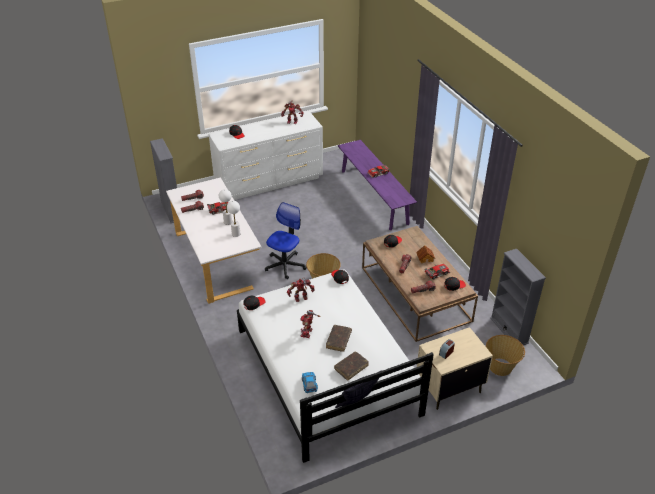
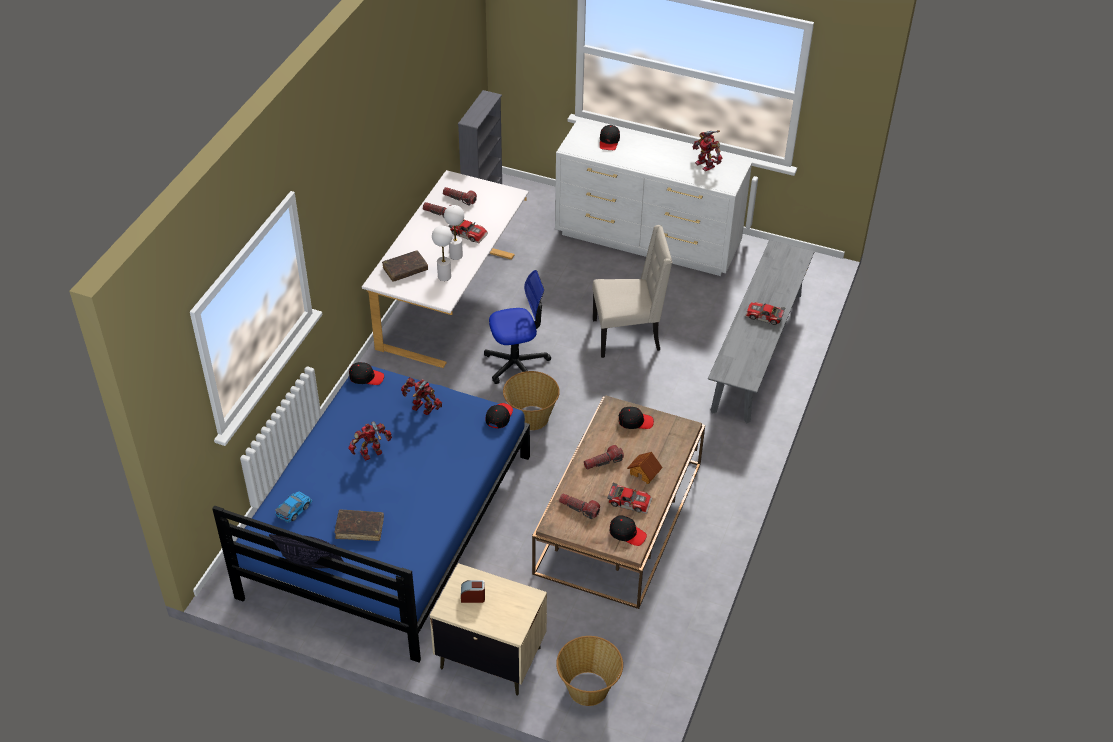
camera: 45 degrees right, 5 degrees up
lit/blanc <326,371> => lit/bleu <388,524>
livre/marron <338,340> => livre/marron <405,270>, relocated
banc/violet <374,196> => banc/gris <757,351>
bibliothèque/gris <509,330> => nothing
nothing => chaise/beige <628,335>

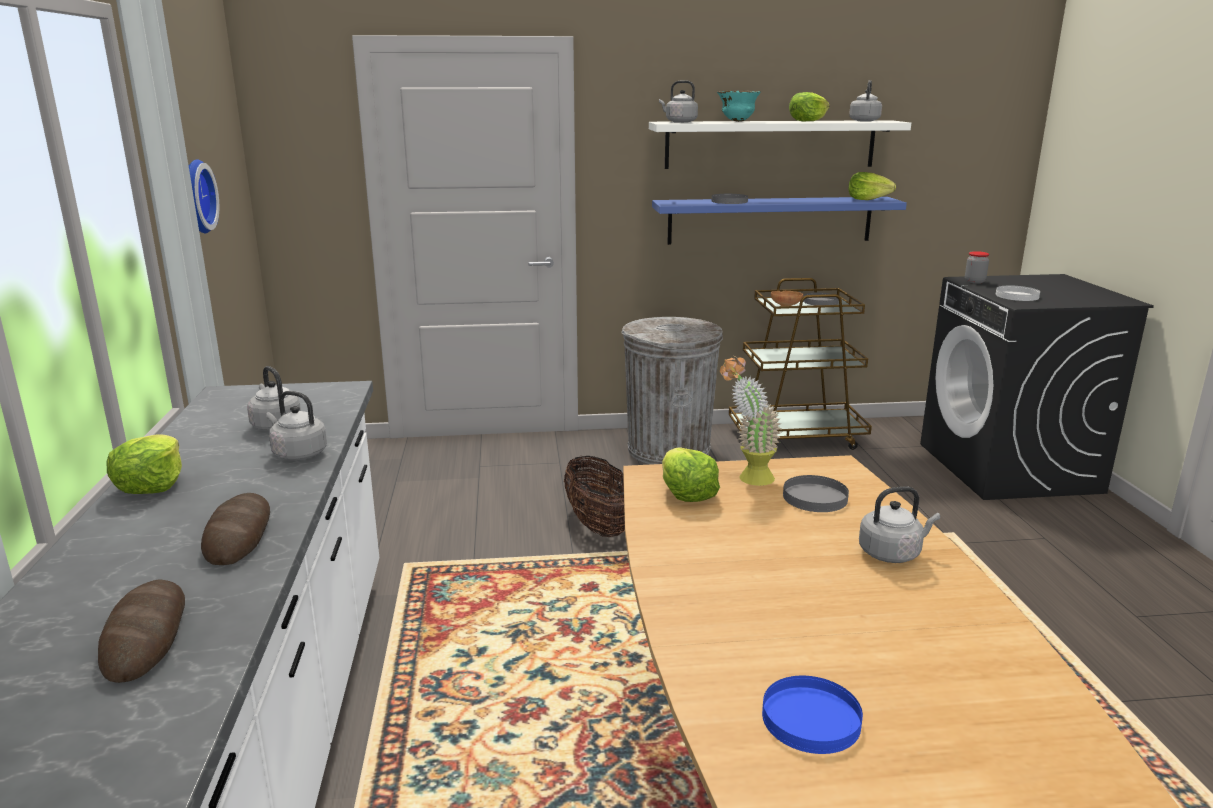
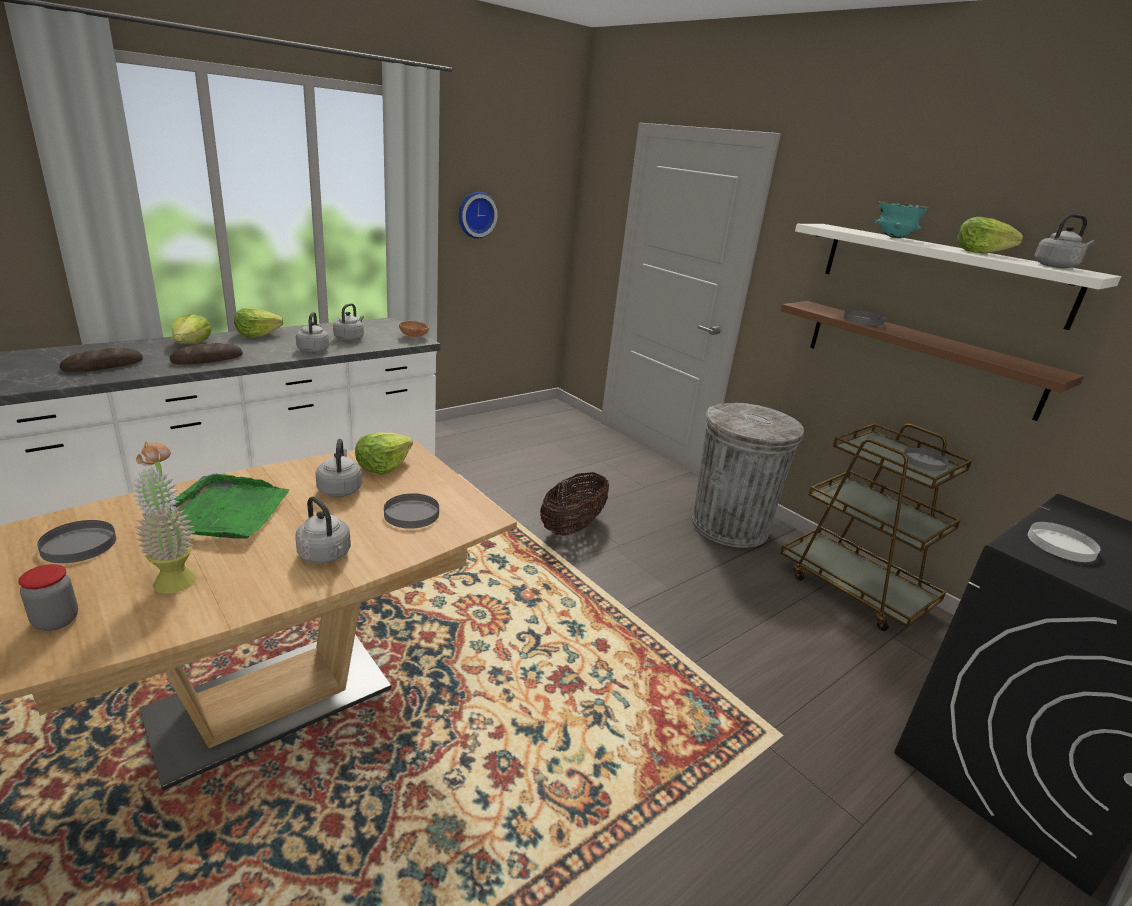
camera: 55 degrees right, 5 degrees up
étagère/bleu <770,220> => étagère/marron <918,356>
bouilloire/gris <679,122> => bouilloire/gris <340,489>, relocated
plante en pot <747,478> => plante en pot <174,576>, relocated
assiette/bleu <810,719> => assiette/gris <78,544>
bol/marron <786,306> => bol/marron <414,337>, relocated
laitue <868,199> => laitue <192,344>, relocated
bocal <974,281> => bocal <56,621>, relocated
nothing => plateau/vert <225,512>

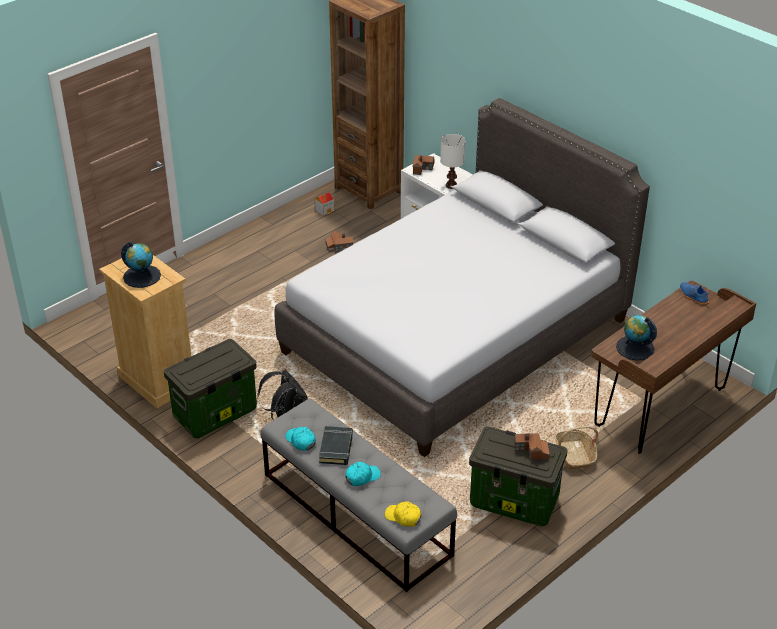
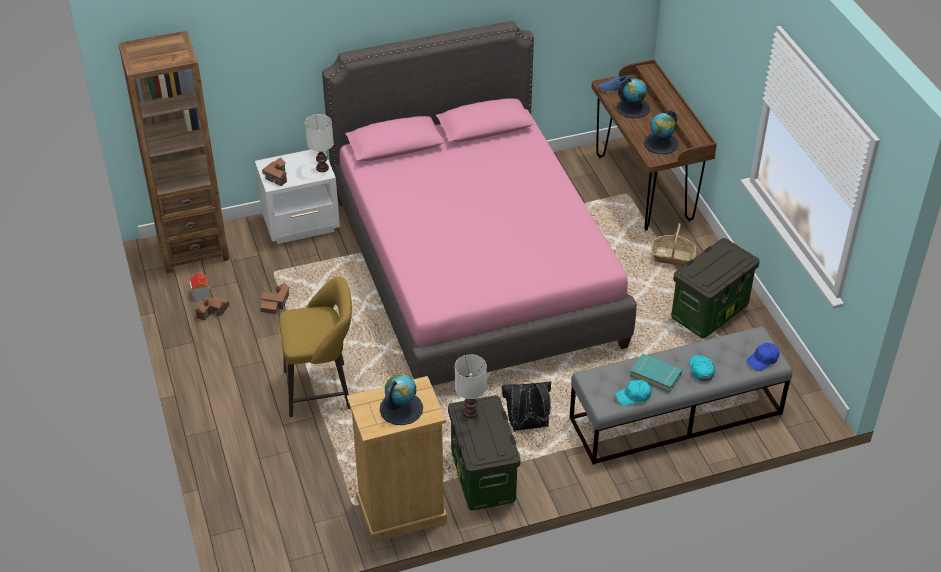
camera: 65 degrees left, 5 degrees up
lit/gris <455,335> => lit/rose <474,271>
livre/noir <336,448> => livre/turquoise <655,375>
casquette/jaune <403,517> => casquette/bleu <763,360>
maison miniature <531,451> => maison miniature <212,311>, relocated
nothing => tabouret/jaune <322,389>
nothing => lampe de table/blanc <470,413>
nothing => globe <633,108>

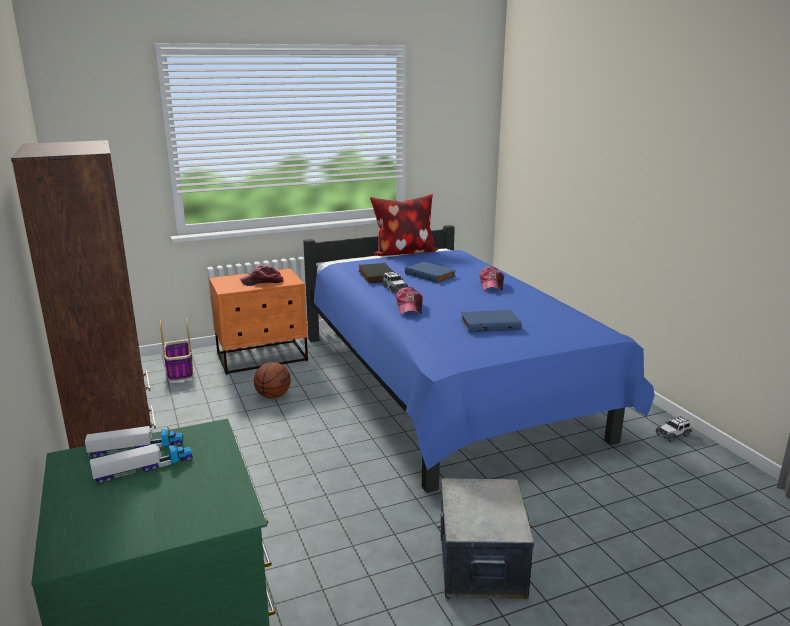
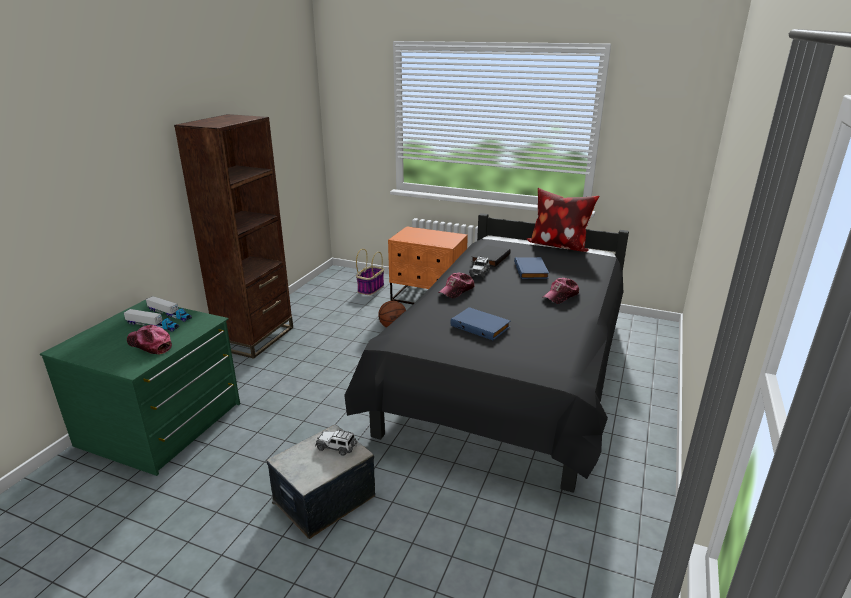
camera: 45 degrees right, 5 degrees up
casquette <262,282> => casquette <150,345>, relocated
lit/bleu <446,389> => lit/noir <509,375>
petite voiture <673,435> => petite voiture <336,447>, relocated

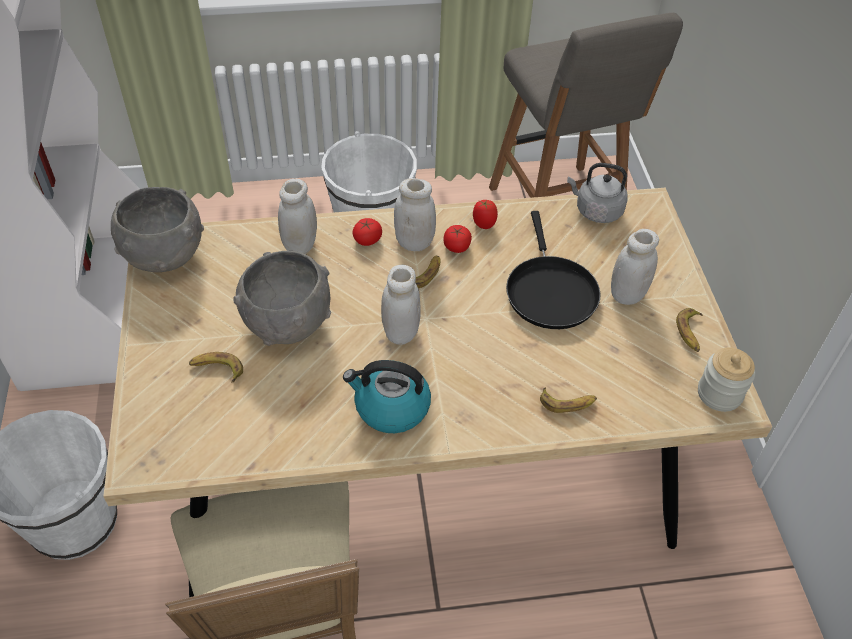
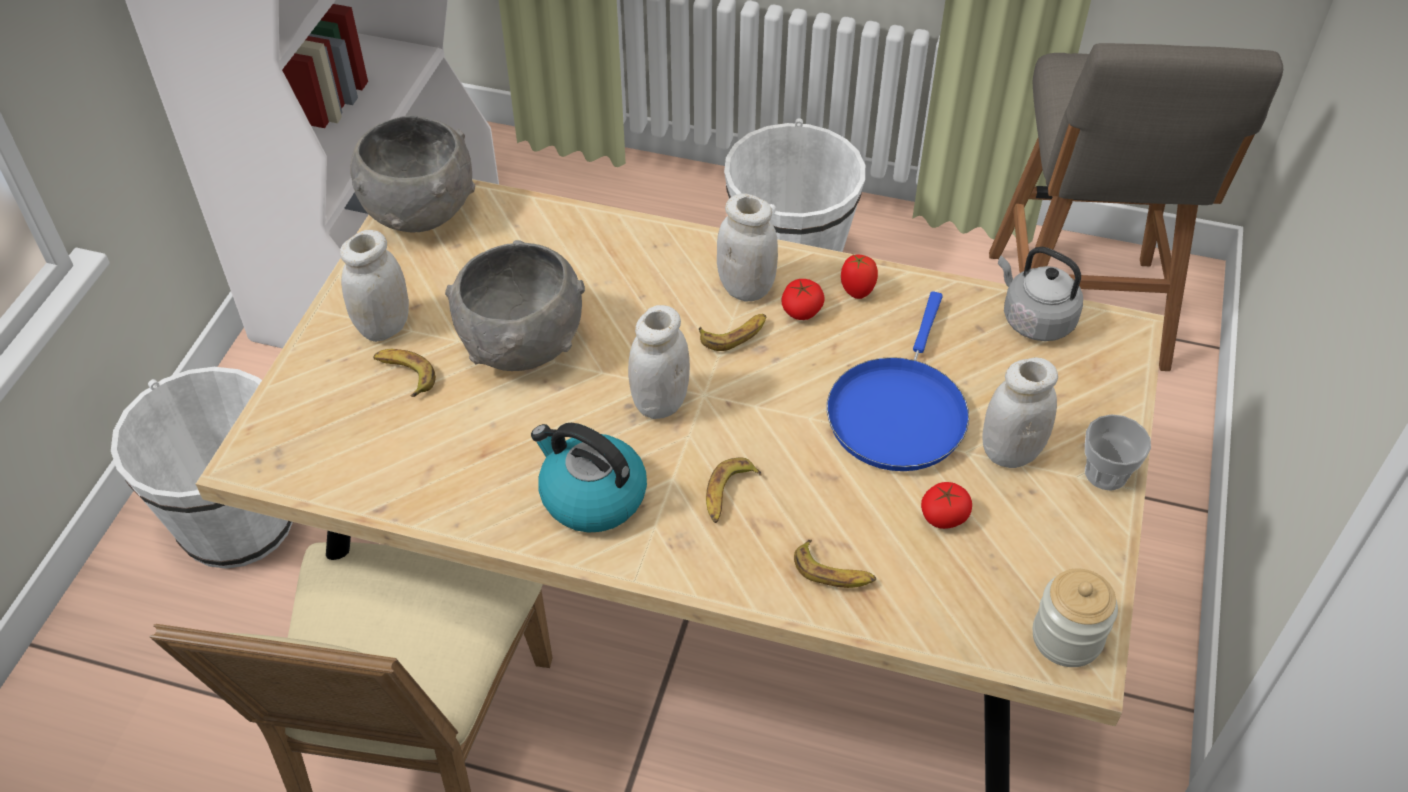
camera: 25 degrees right, 0 degrees up
bocal/blanc <300,245> => bocal/blanc <384,326>, relocated
tomate <367,239> => tomate <943,516>, relocated
poêle/noir <550,291> => poêle/bleu <898,411>
banane <690,333> => banane <728,494>, relocated
nothing => tasse <1106,473>

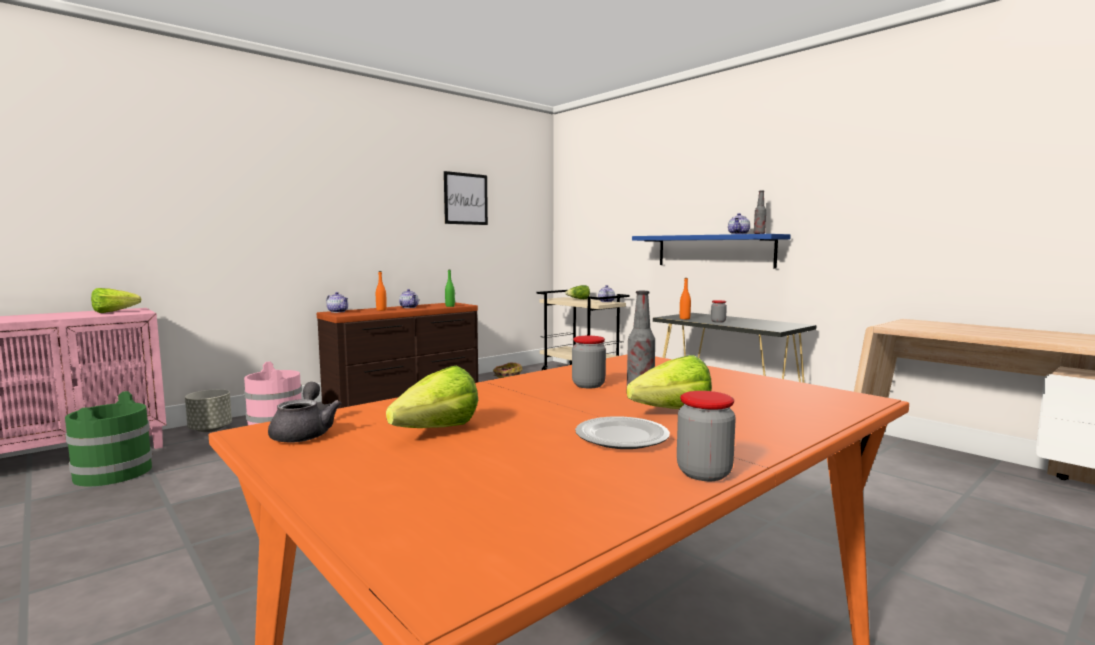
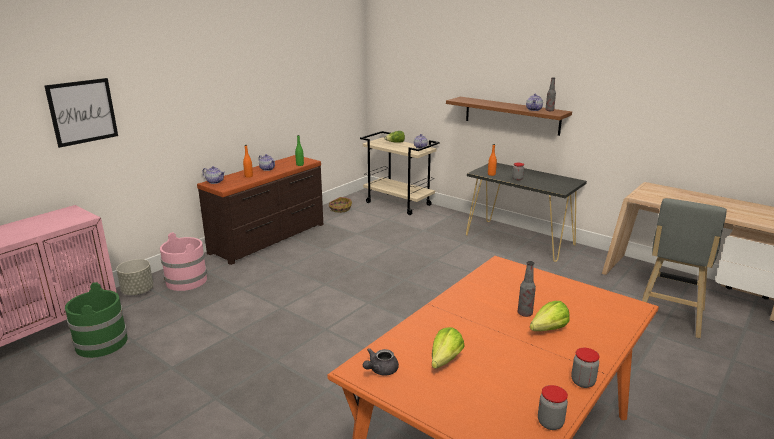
camera: 10 degrees left, 15 degrees up
laitue <118,312> => nothing
théière/gris <304,433> => théière/gris <380,370>, 120 degrees counterclockwise
tableau <465,199> => tableau <82,112>, relocated
bocal <588,385> => bocal <550,423>, relocated
assiette <621,437> => nothing
étagère/bleu <714,251> => étagère/marron <511,115>
nothing => tabouret/gris <669,317>

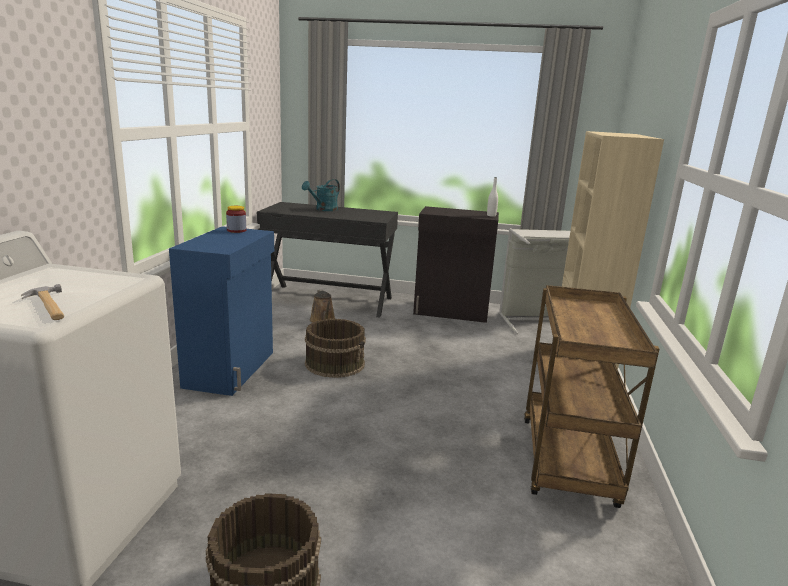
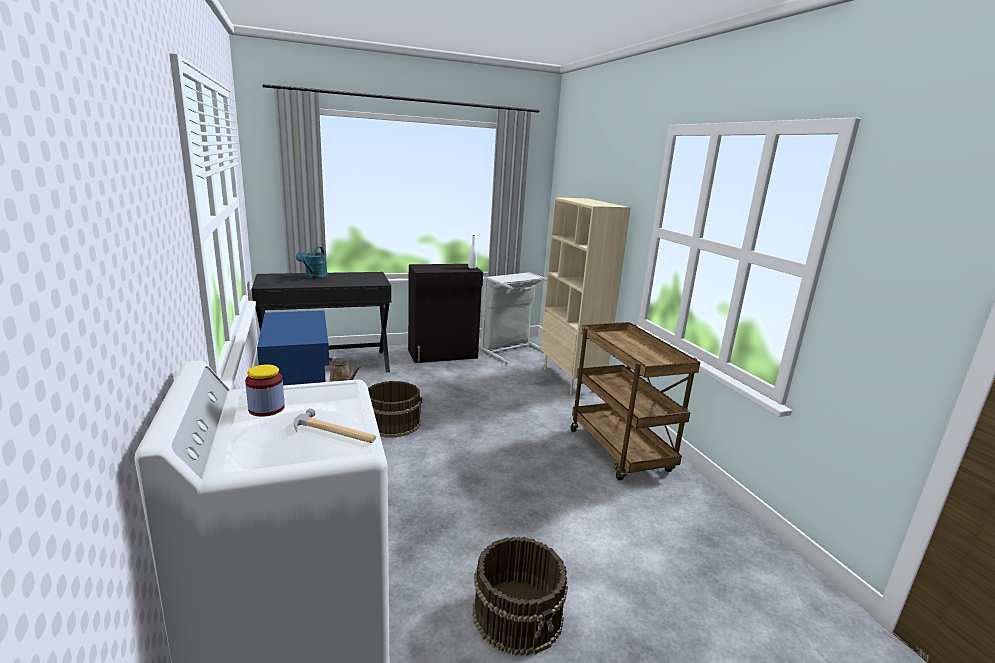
camera: 30 degrees left, 0 degrees up
bocal <236,230> => bocal <266,409>, relocated

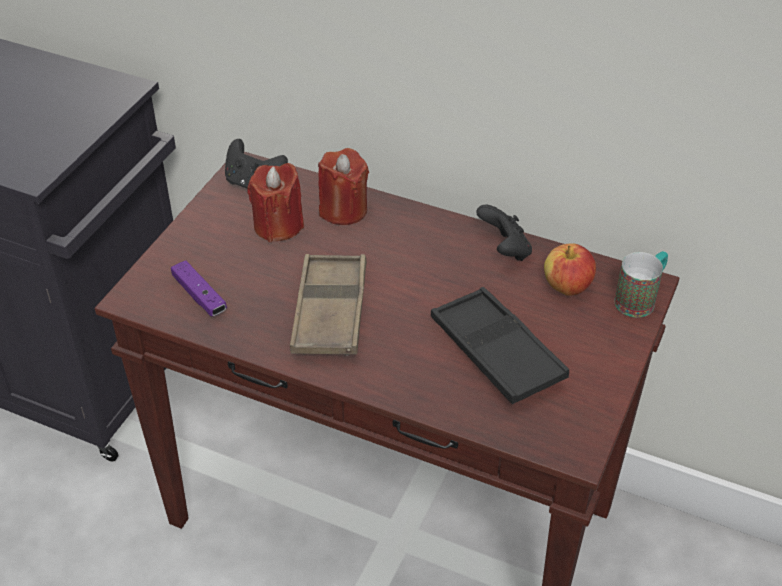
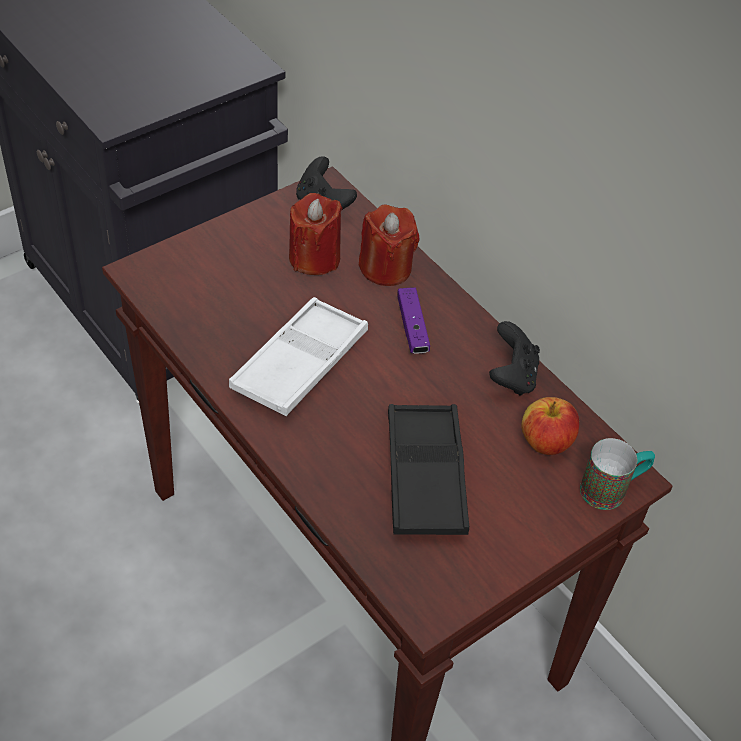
camera: 25 degrees right, 5 degrees up
manette/violet <199,296> => manette/violet <412,327>, relocated
plateau/marron <330,311> => plateau/blanc <300,363>

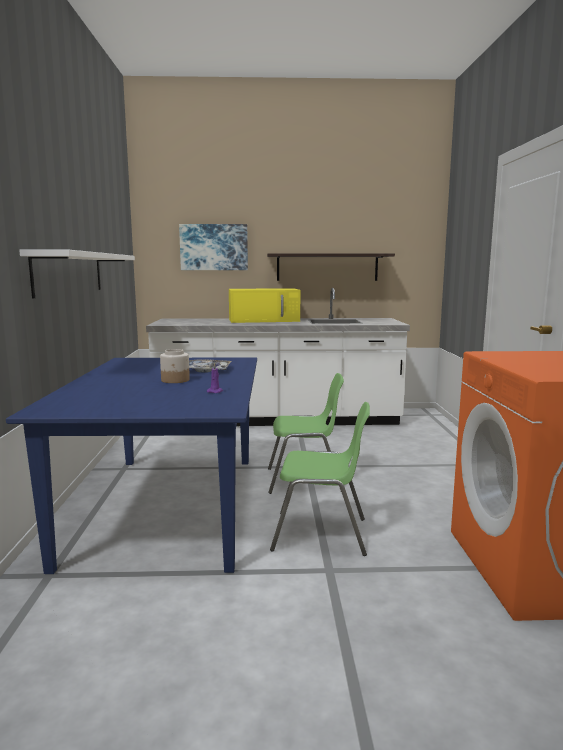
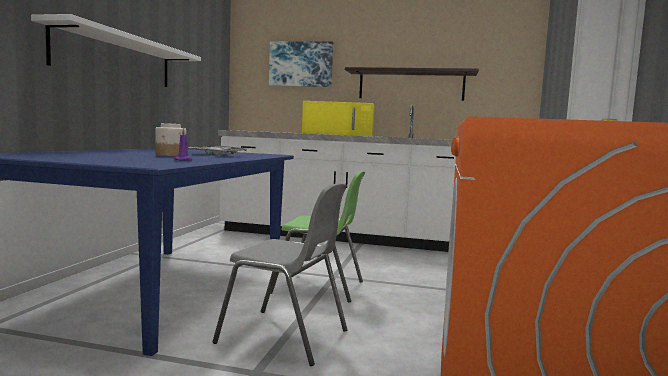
camera: 15 degrees right, 5 degrees down
chaise/vert <322,534> => chaise/gris <285,337>

